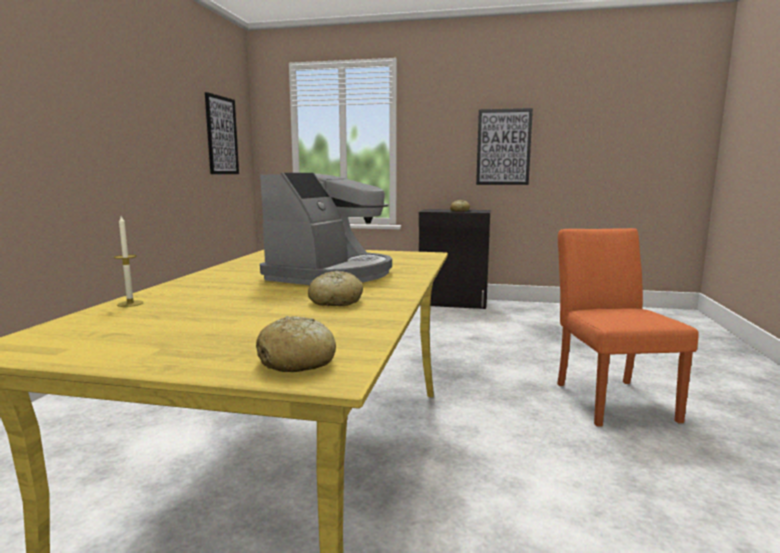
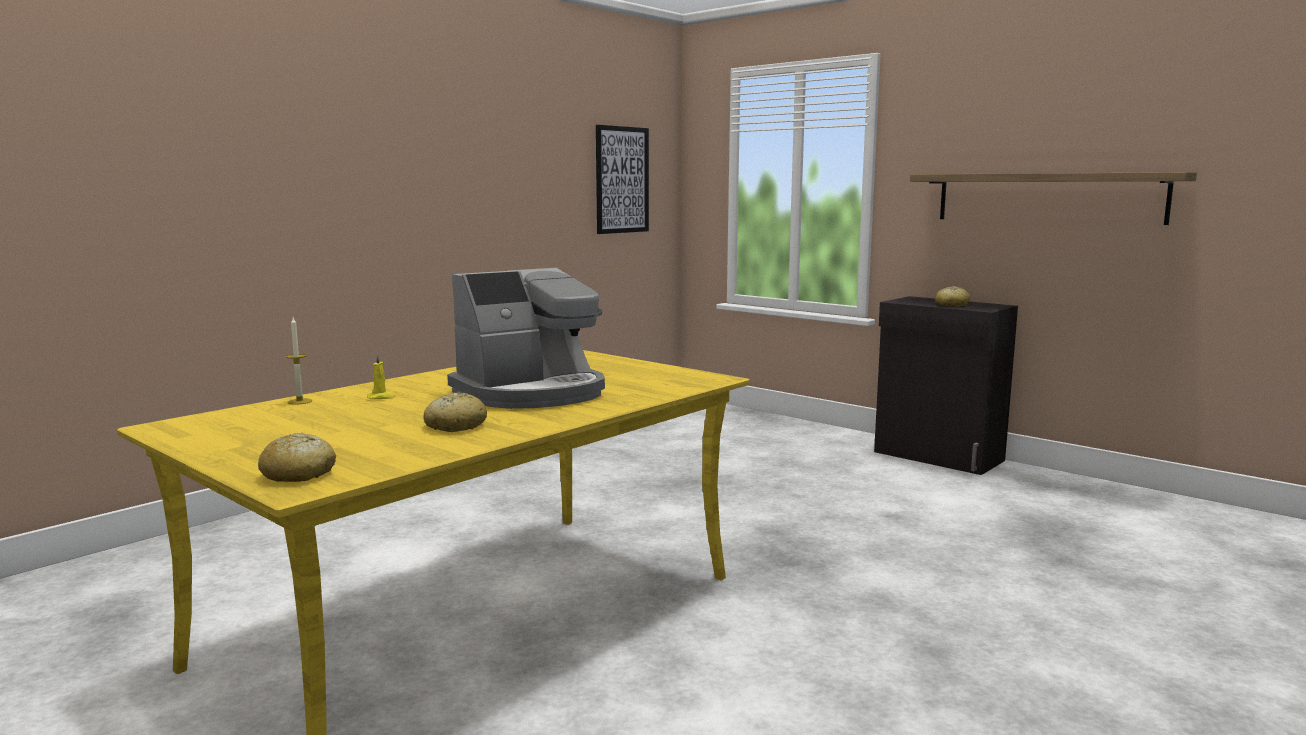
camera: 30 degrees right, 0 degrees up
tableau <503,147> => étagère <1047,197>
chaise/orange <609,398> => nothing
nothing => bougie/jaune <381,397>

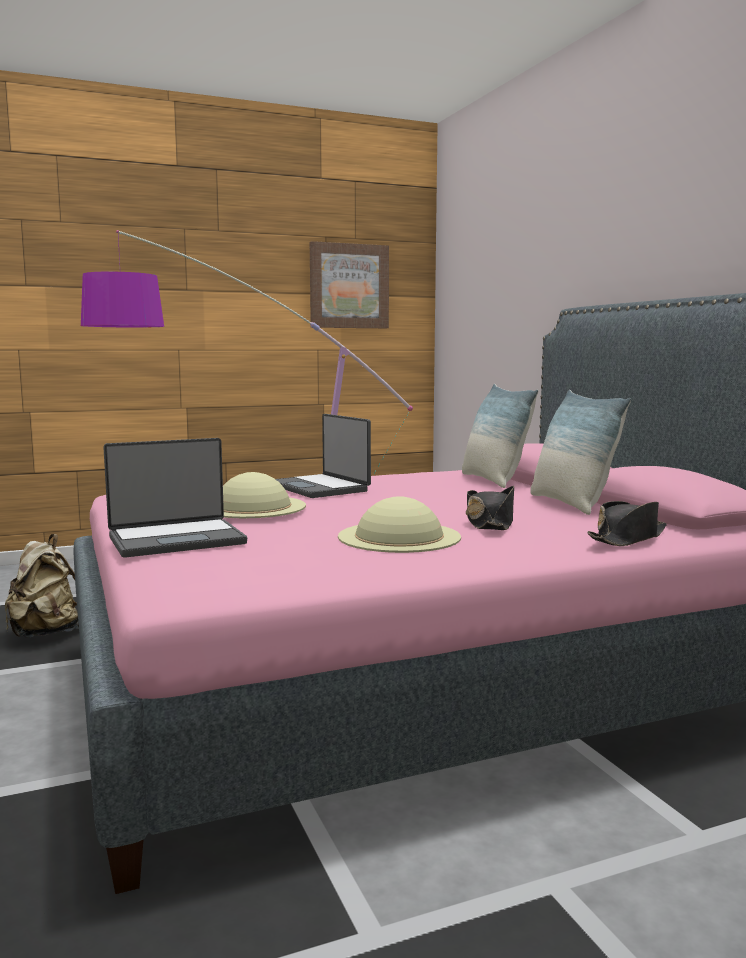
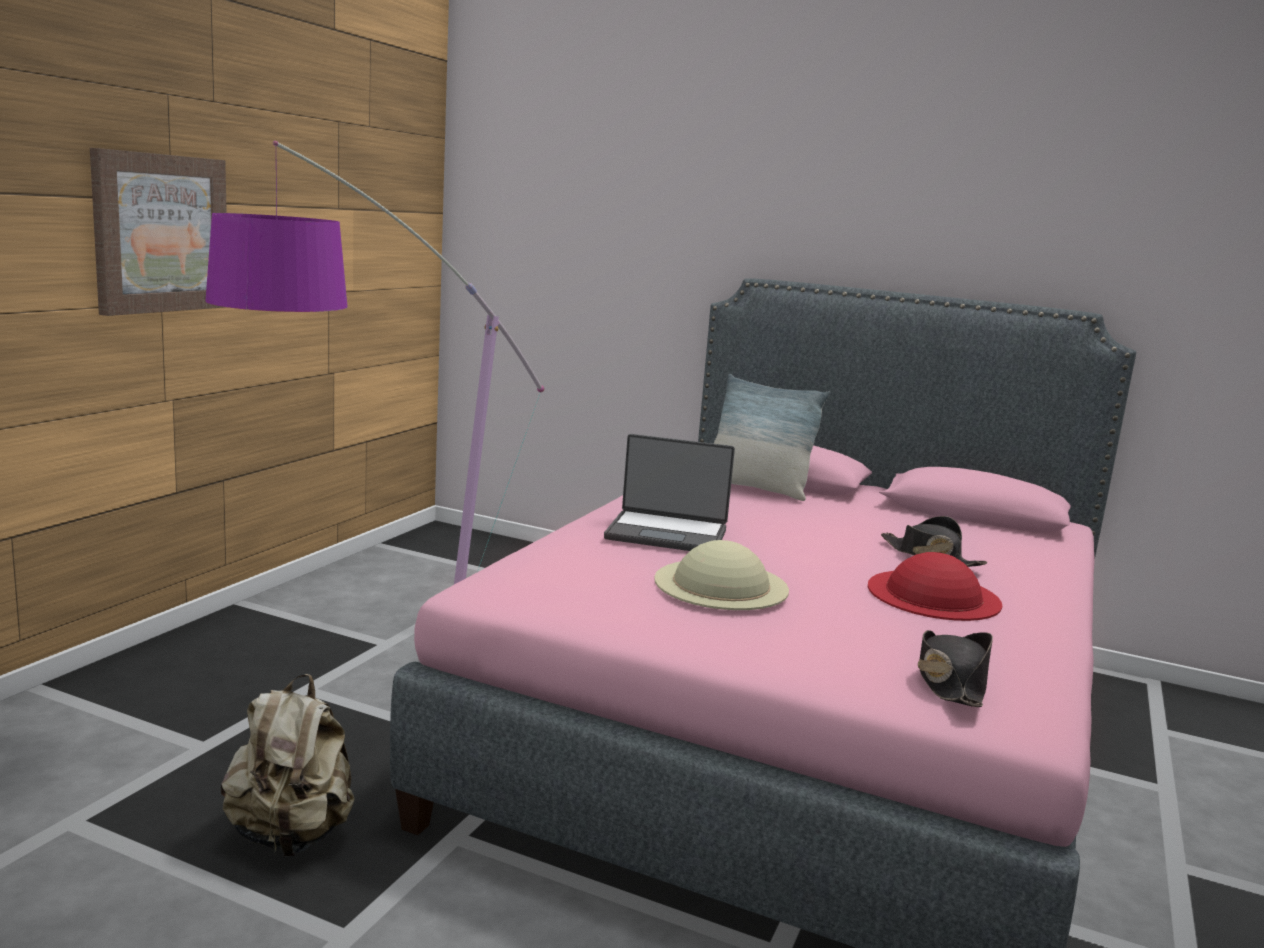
camera: 45 degrees left, 5 degrees up
ordinateur portable <176,540> => nothing
tableau <349,286> => tableau <160,233>, relocated
chapeau/beige <399,536> => chapeau/rouge <934,595>
coussin <571,504> => nothing
chapeau/noir <628,538> => chapeau/noir <950,682>, relocated

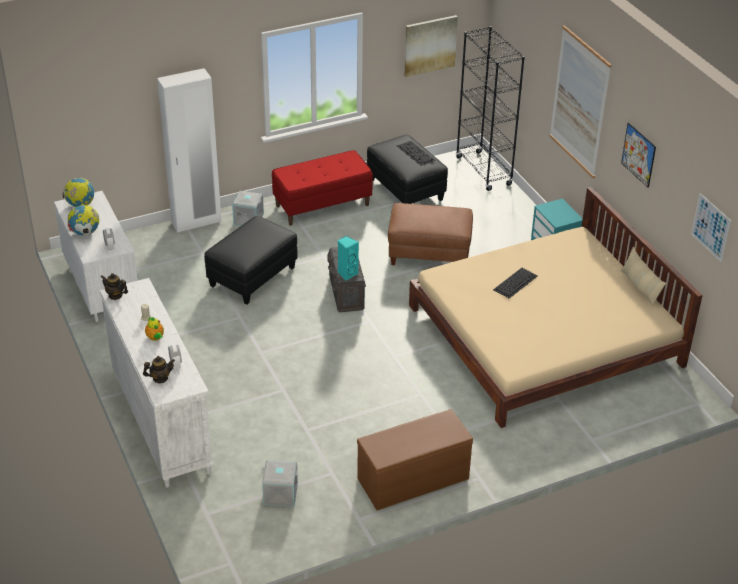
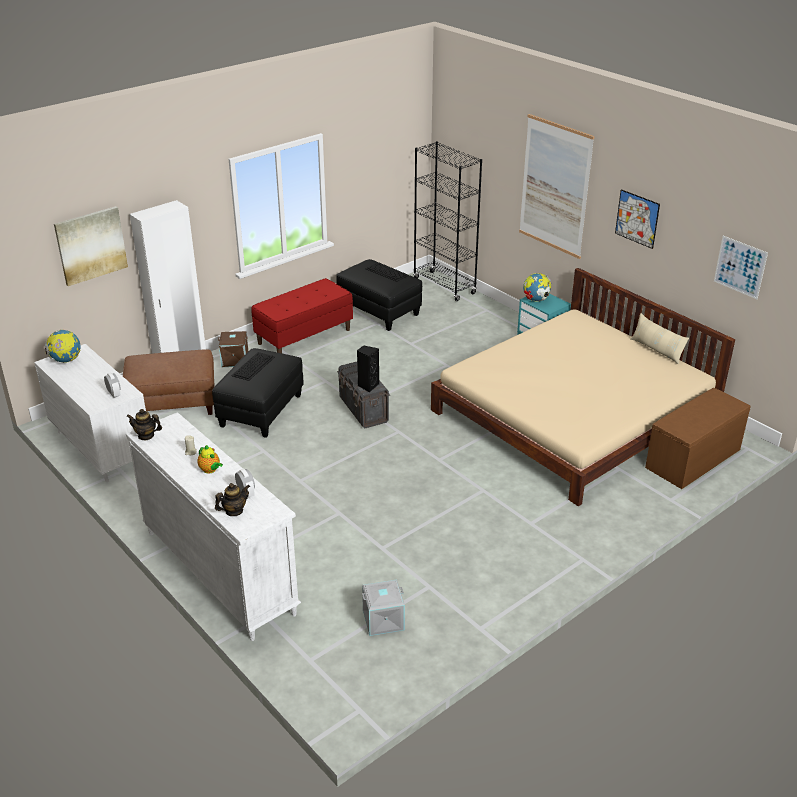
camera: 15 degrees left, 5 degrees down
globe <85,233> => globe <536,300>, relocated
boîte de rangement/gris <249,219> => boîte de rangement/marron <235,359>
enceinte/turquoise <347,273> => enceinte/noir <368,386>
banc/marron <412,479> => banc/marron <693,459>, relocated
pouf/marron <428,254> => pouf/marron <172,405>, relocated
tableau <430,45> => tableau <91,245>, relocated
clavier <515,282> => clavier <253,366>, relocated

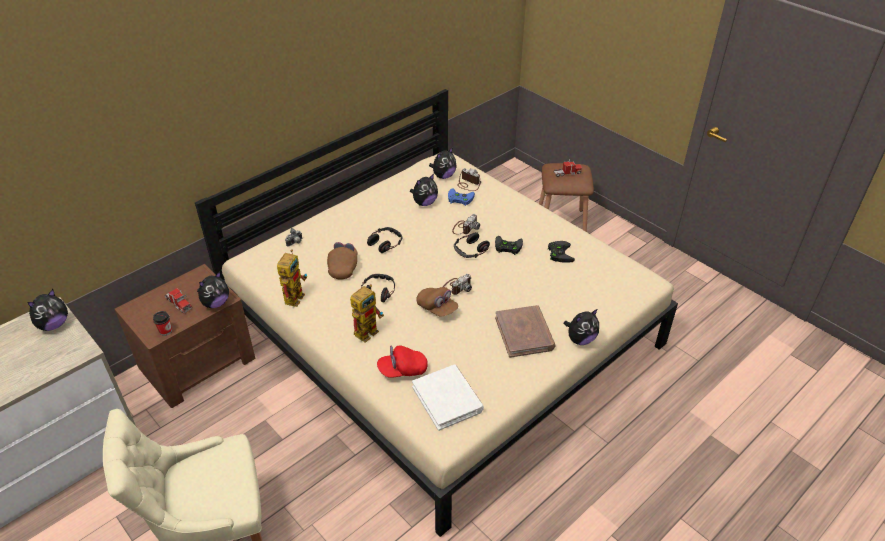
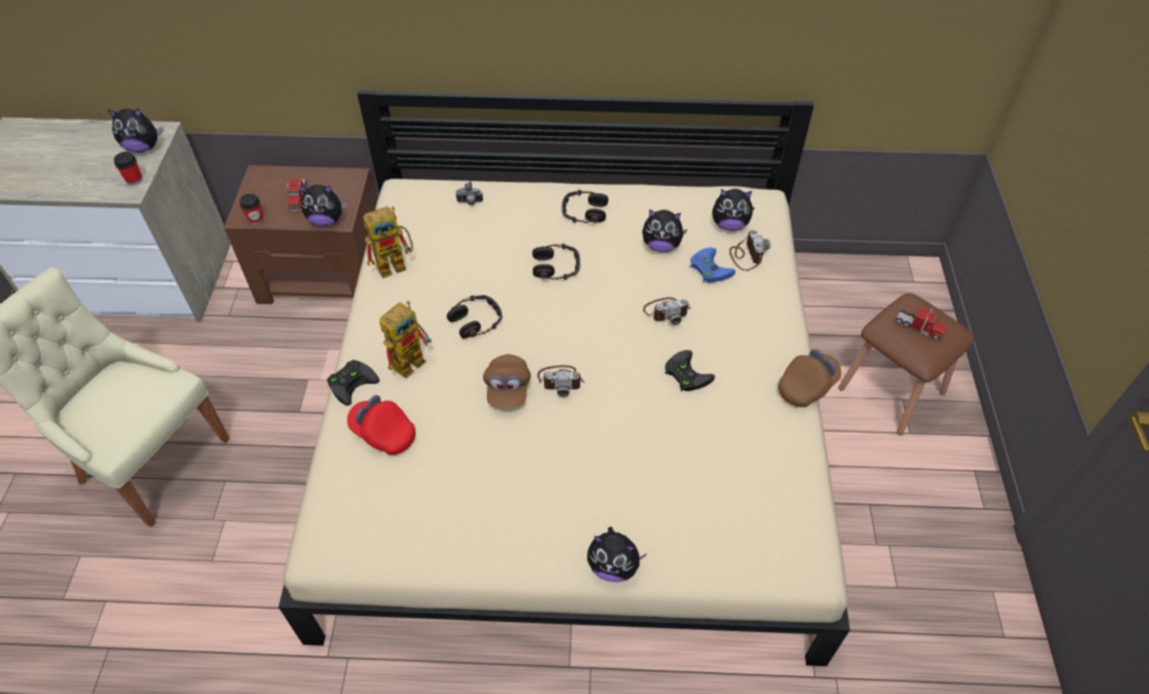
camera: 45 degrees right, 10 degrees up
casquette/marron <343,267> => casquette/marron <807,386>, relocated
robot jouet <368,329> => robot jouet <412,358>, 45 degrees counterclockwise
livre/blanc <447,399> => nothing
casque audio <471,250> => casque audio <584,212>, relocated
livre/marron <524,333> => nothing
manette/noir <559,253> => manette/noir <352,382>, relocated
nothing => tasse <134,180>

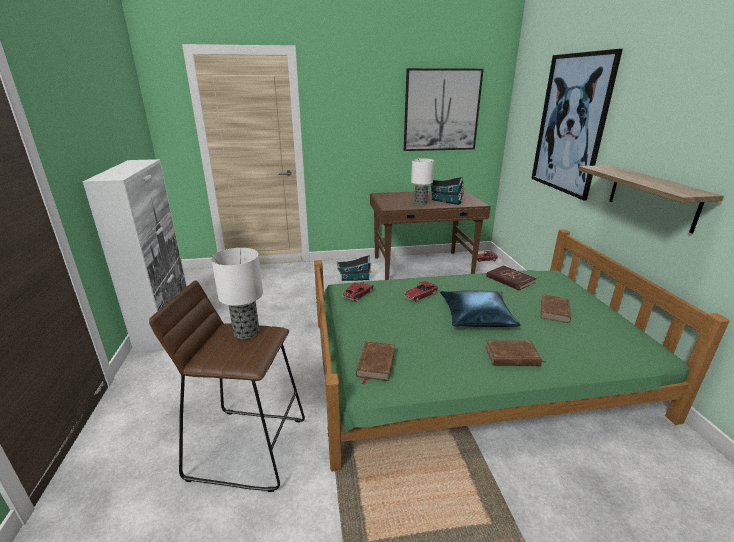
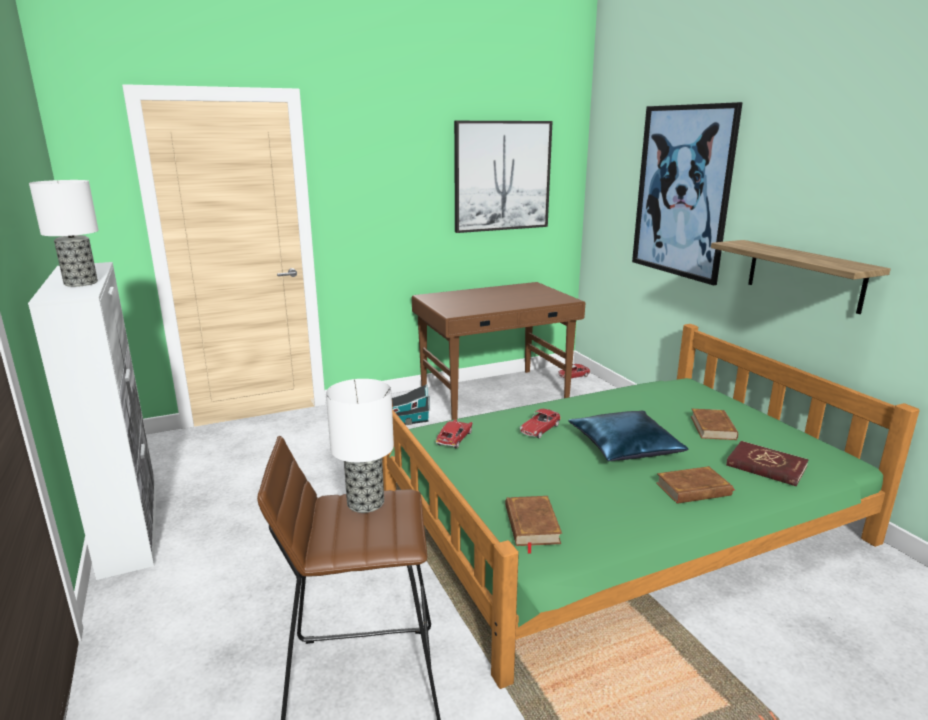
camera: 15 degrees left, 5 degrees down
lampe de table <420,203> => lampe de table <81,283>, relocated
maison miniature <445,201> => nothing
livre/rouge <510,279> => livre/rouge <766,466>, relocated

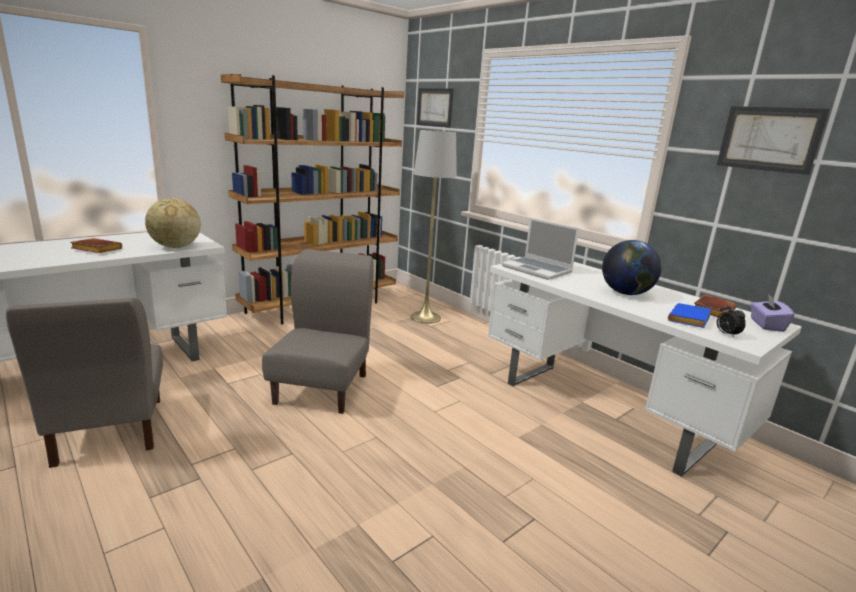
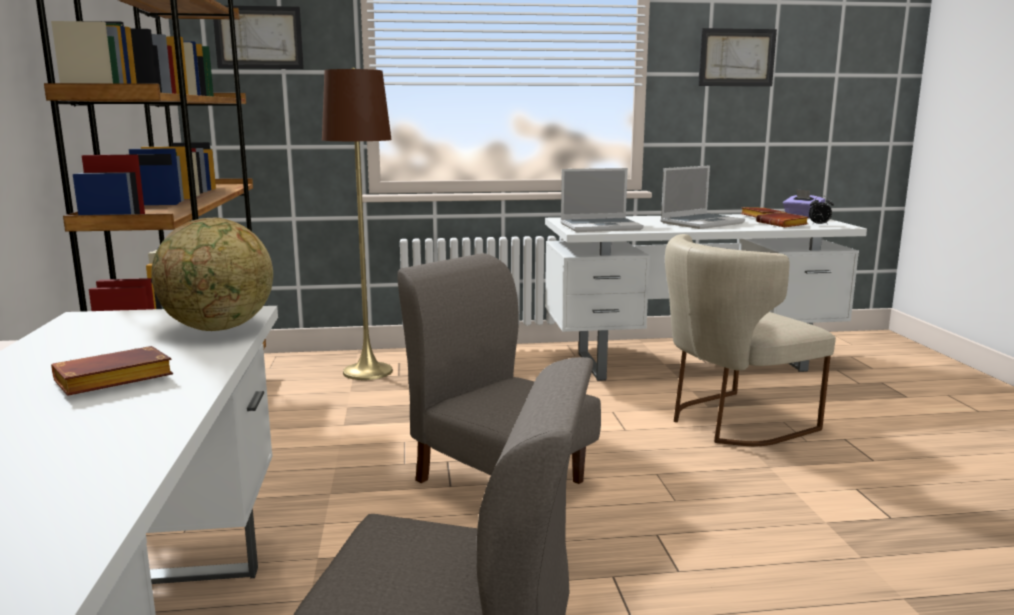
camera: 55 degrees left, 5 degrees down
lampadaire/gris <425,317> => lampadaire/marron <368,371>
globe <626,293> => ordinateur portable <701,223>
livre/bleu <690,320> => livre/marron <783,224>
nothing => chaise/beige <731,422>

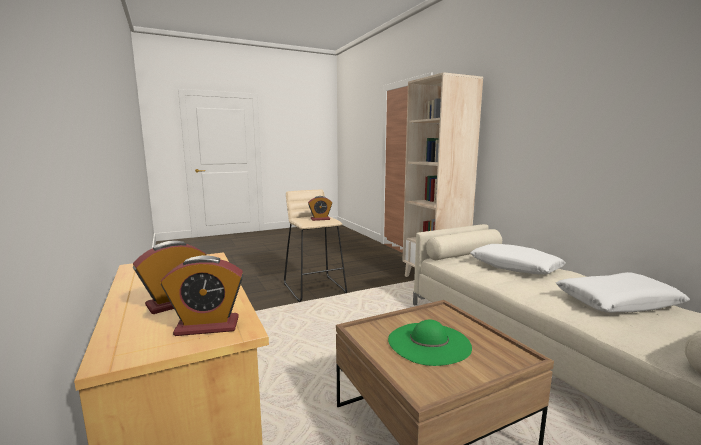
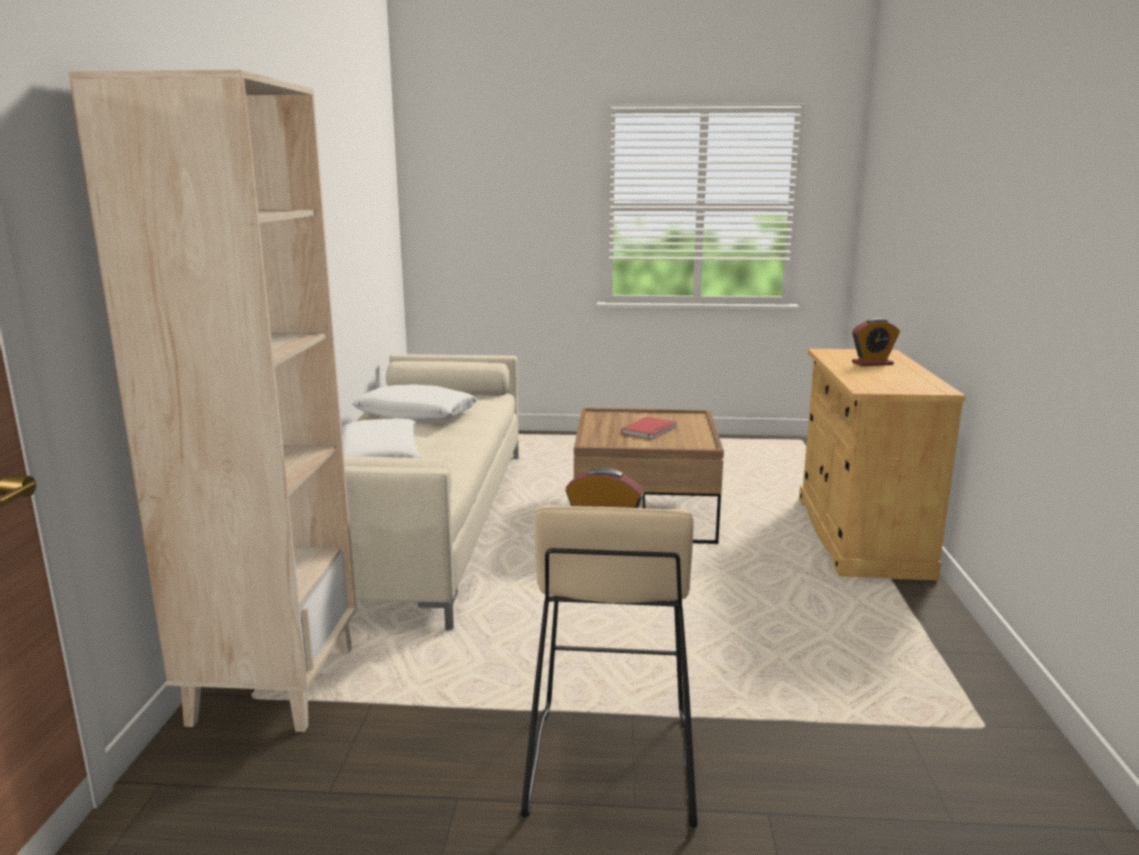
camera: 150 degrees left, 5 degrees up
réveil <207,326> => nothing
chapeau/vert <429,343> => livre/rouge <651,430>

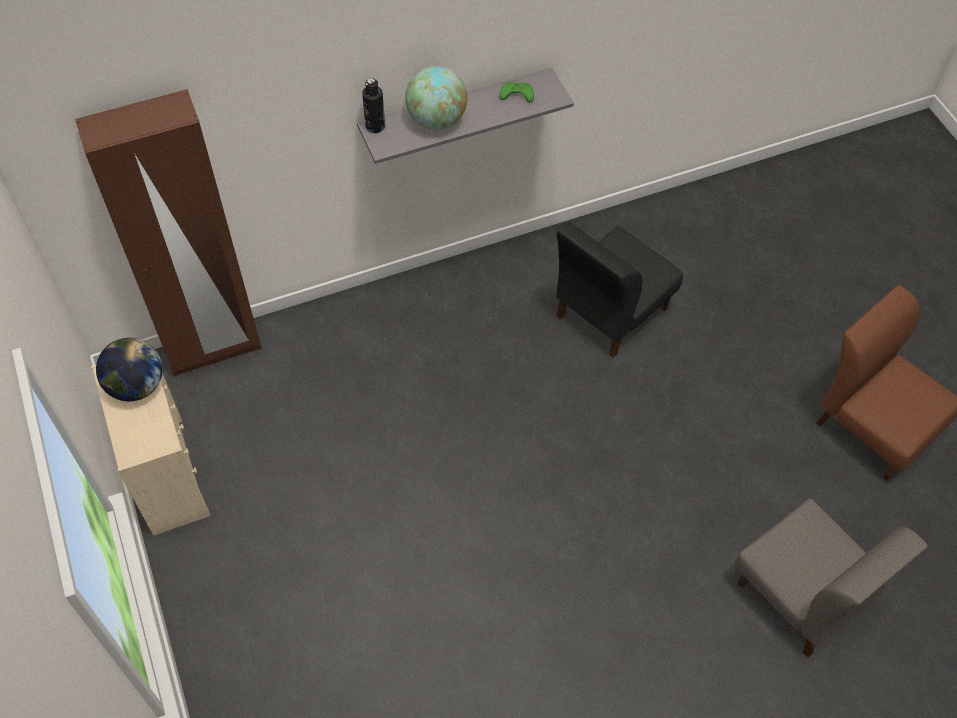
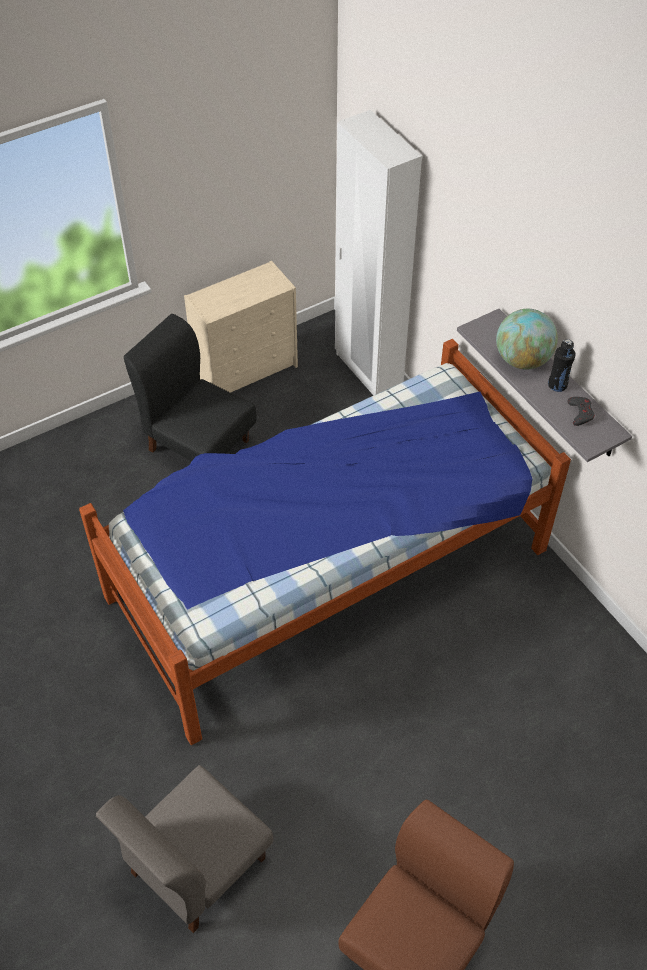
camera: 80 degrees right, 5 degrees down
armoire/marron <214,349> => armoire/blanc <368,371>
globe <136,386> => nothing
bouteille/noir <375,126> => bouteille/noir <557,385>, relocated
manette/vert <517,94> => manette/gris <580,413>
chaise/noir <610,312> => chaise/noir <198,444>, relocated
nothing => lit <327,572>

